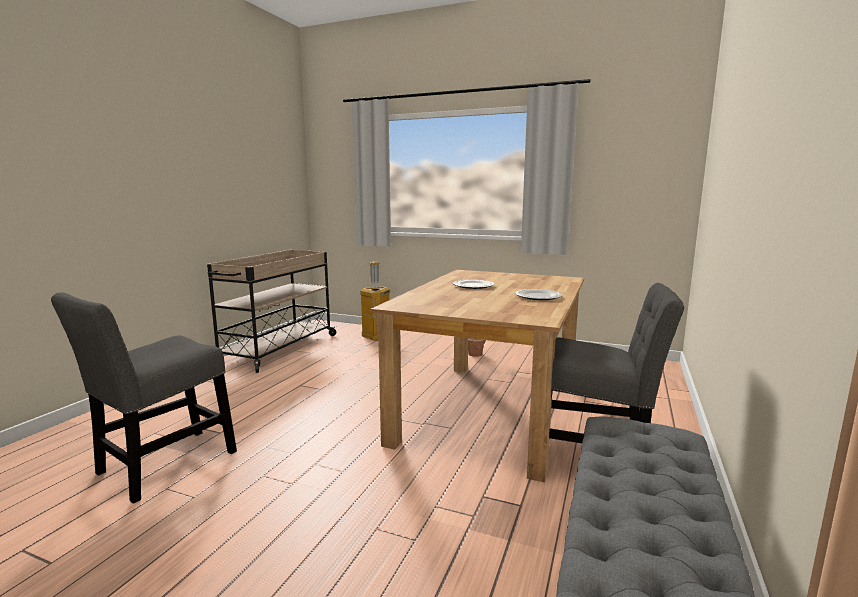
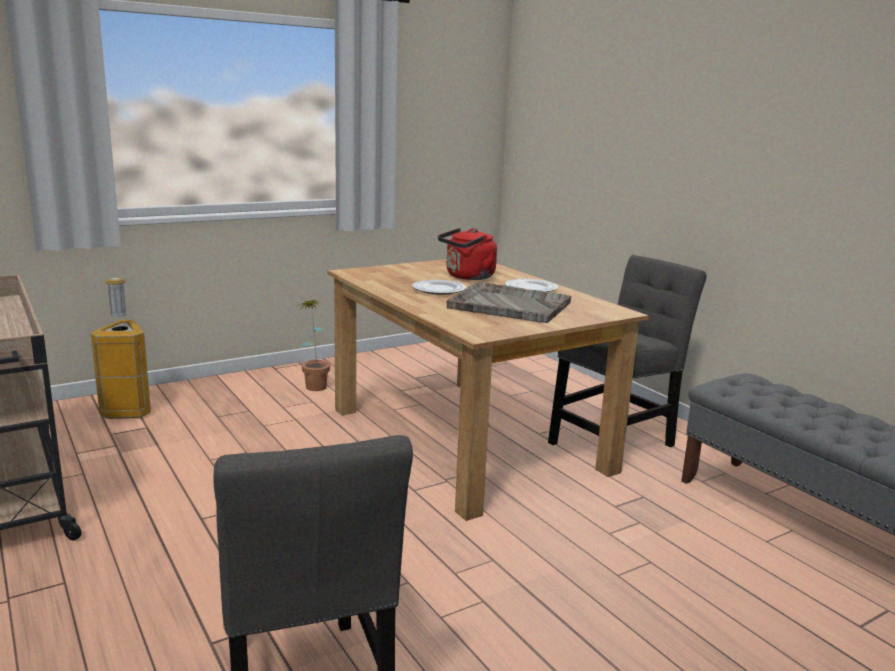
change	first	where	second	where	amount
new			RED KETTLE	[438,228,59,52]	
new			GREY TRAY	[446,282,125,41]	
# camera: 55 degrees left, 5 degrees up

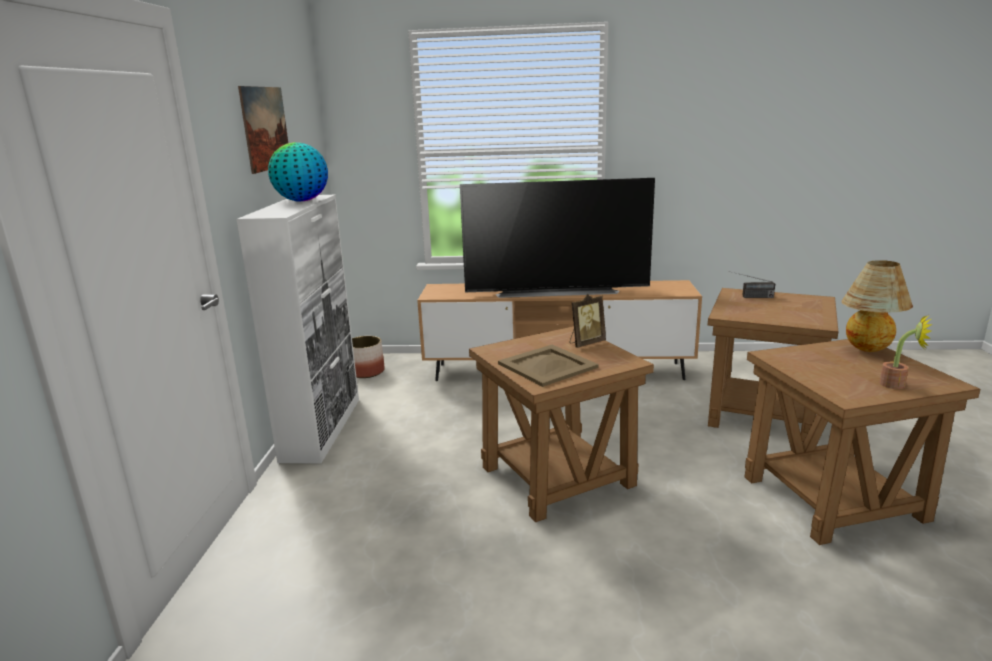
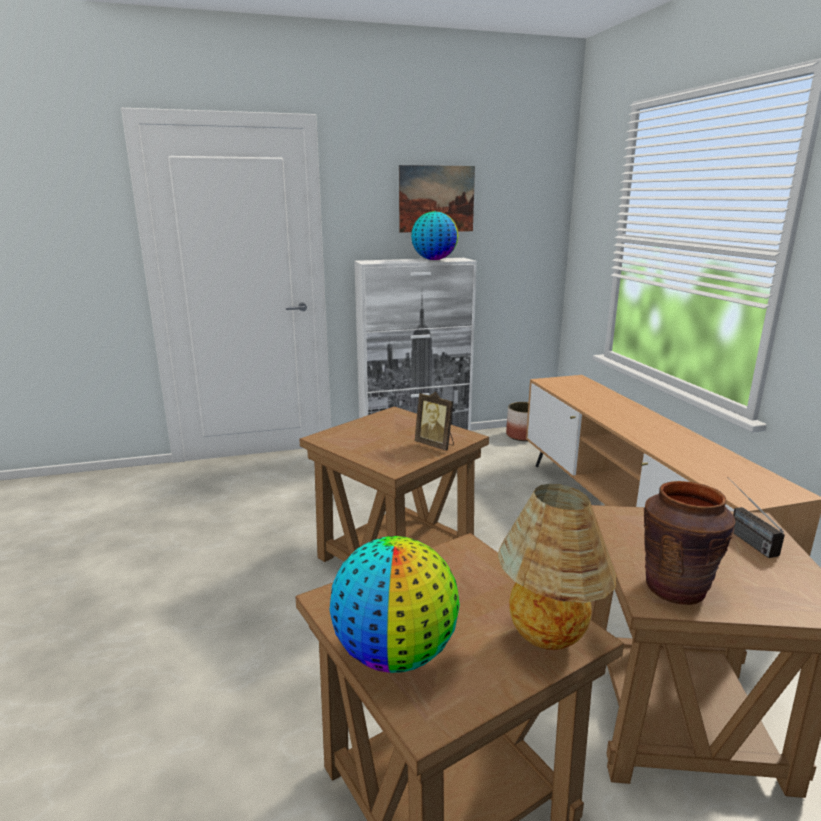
change	first	where	second	where	amount
gone	TELEVISION	[460,178,195,120]			
swapped	POTTED PLANT	[879,315,54,74]	GLOBE	[329,536,131,137]	
gone	BEIGE TRAY	[498,345,101,42]			
new			BROWN VASE	[644,481,92,124]	
# camera: 70 degrees right, 0 degrees up

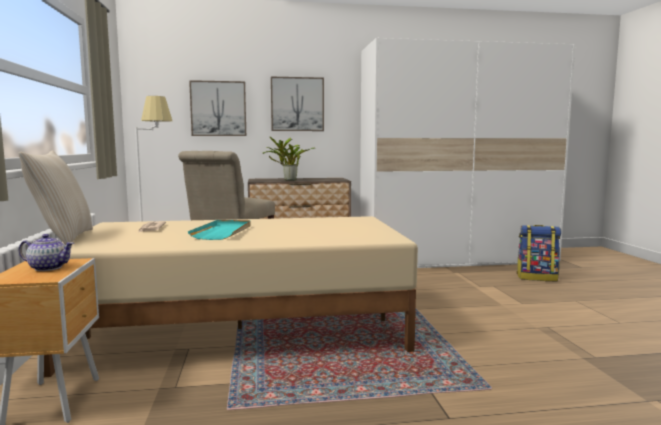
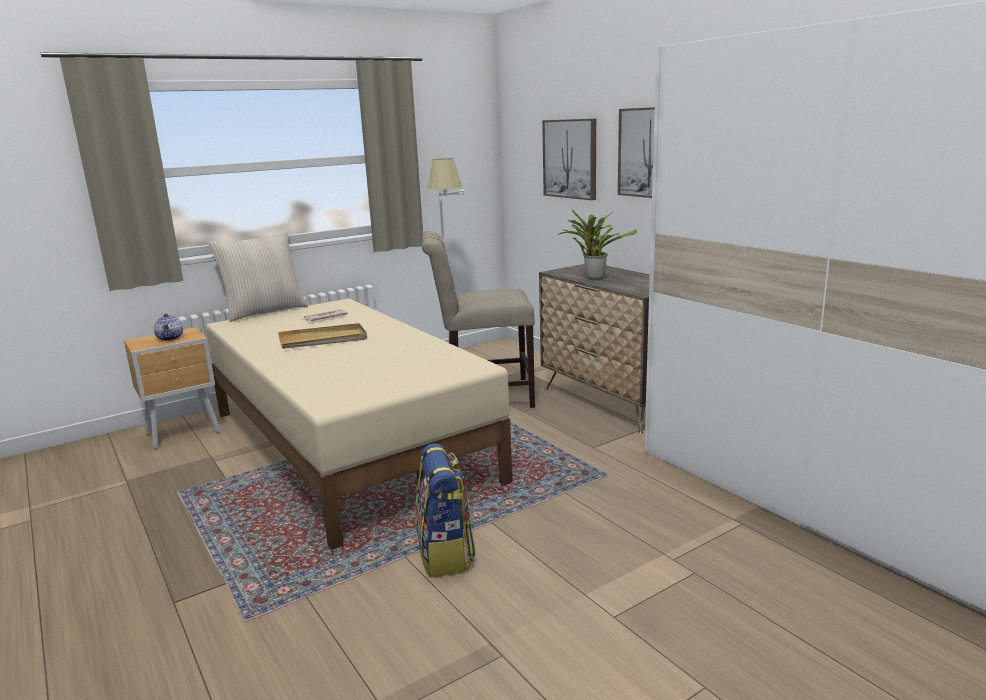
change	first	where	second	where	amount
repainted	TURQUOISE TRAY	[187,220,64,20]	BEIGE TRAY	[278,323,89,26]	
shifted	BACKPACK	[517,225,44,56]		[415,443,61,134]	
# camera: 65 degrees right, 10 degrees up

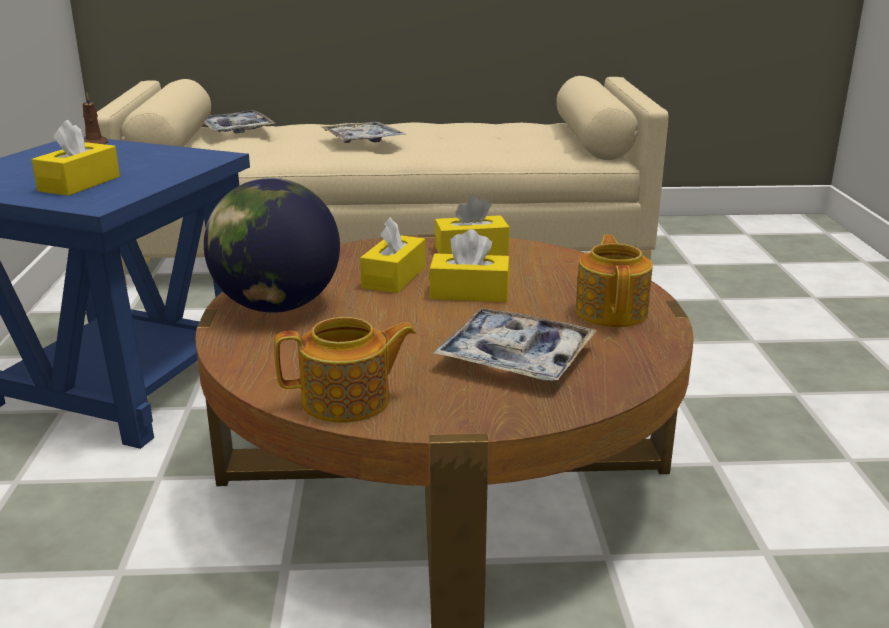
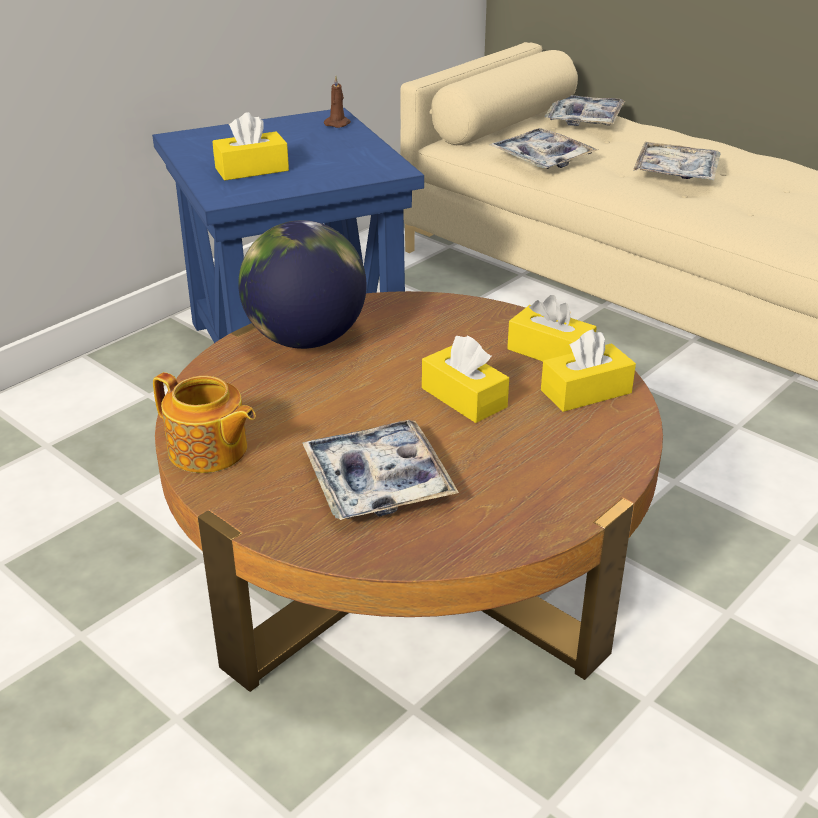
change	first	where	second	where	amount
shifted	YELLOW TISSUE BOX	[360,217,65,76]		[541,329,95,83]	
gone	TEAPOT	[575,235,78,92]			
new			TRAY	[490,128,108,41]	
# camera: 45 degrees right, 10 degrees up

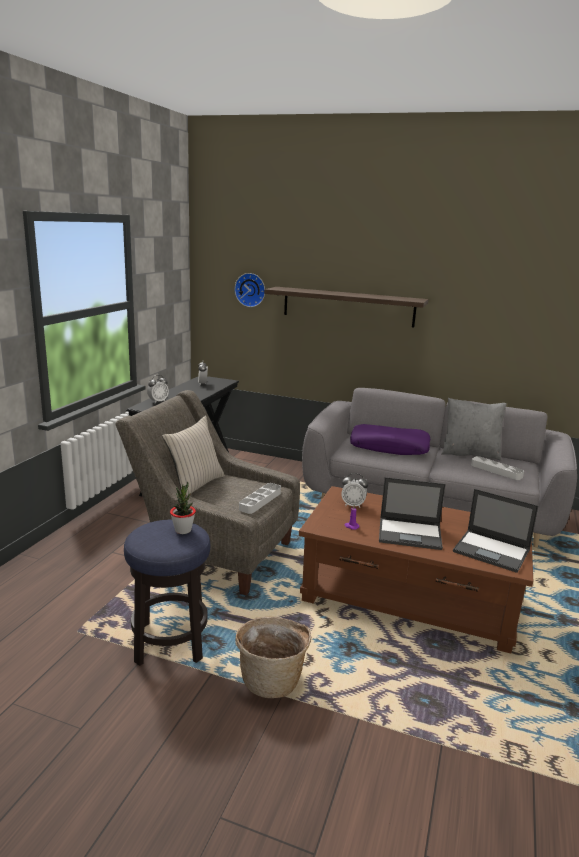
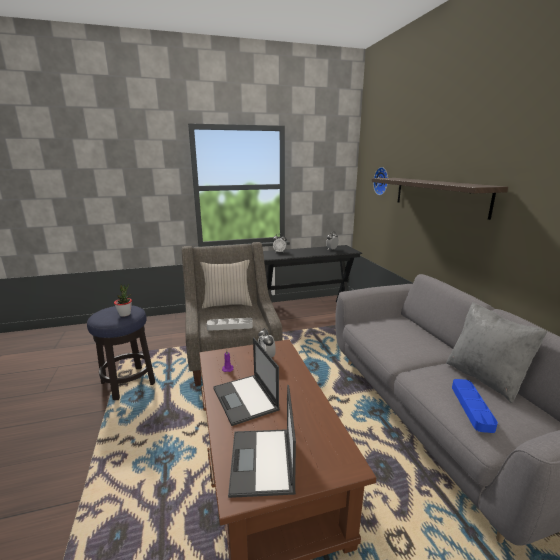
change	first	where	second	where	amount
gone	PURPLE PILLOW	[350,424,80,31]			
repainted	GREY TRAY	[471,456,53,24]	BLUE TRAY	[452,379,46,54]	
gone	BASKET	[235,617,76,81]			
# camera: 55 degrees right, 0 degrees up

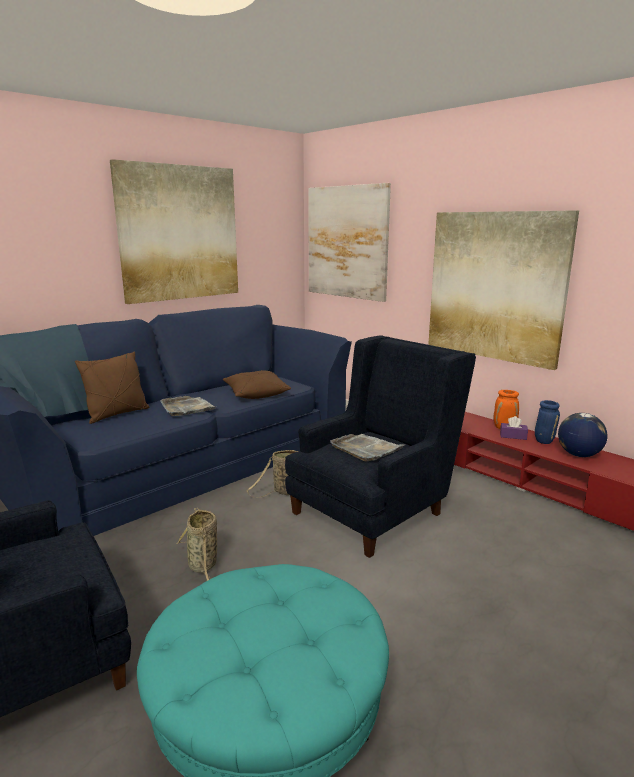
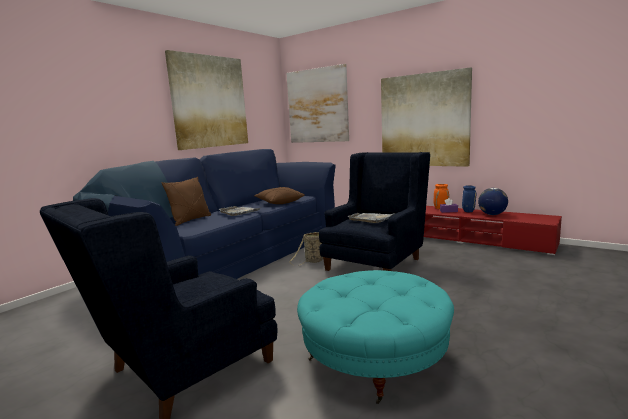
change	first	where	second	where	amount
gone	BASKET	[176,508,41,73]			
# camera: 10 degrees left, 5 degrees down

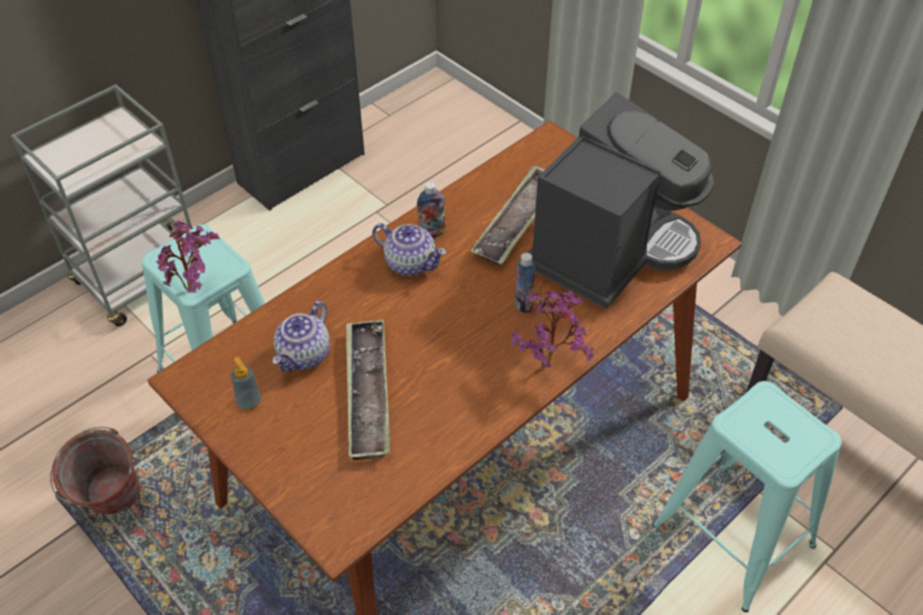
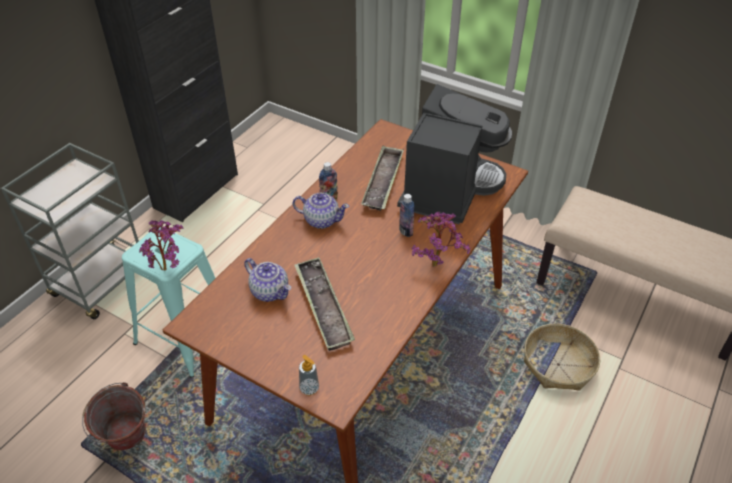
change	first	where	second	where	amount
rotated	TEAPOT	[272,301,58,71]		[244,258,47,44]	60 degrees counterclockwise
shifted	SOAP DISPENSER	[231,357,31,53]		[299,355,20,41]	
swapped	TURQUOISE STOOL	[653,381,188,231]	BASKET	[524,324,76,67]	
# camera: 15 degrees left, 5 degrees down

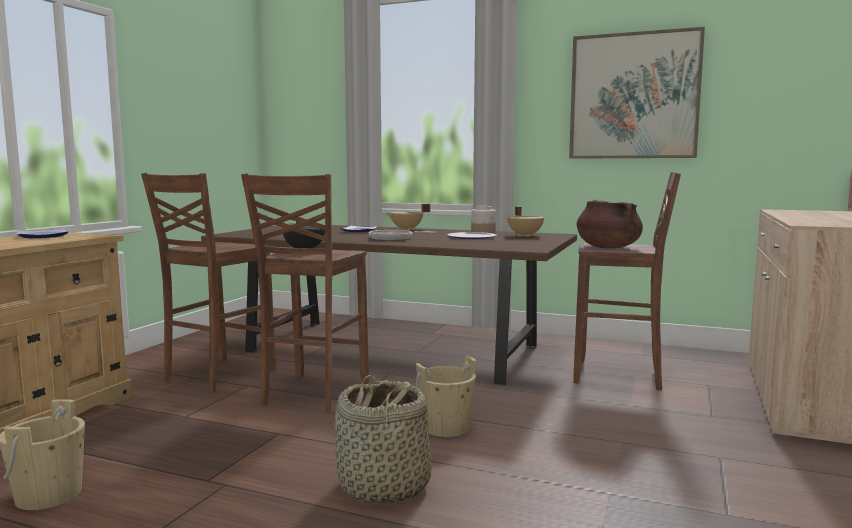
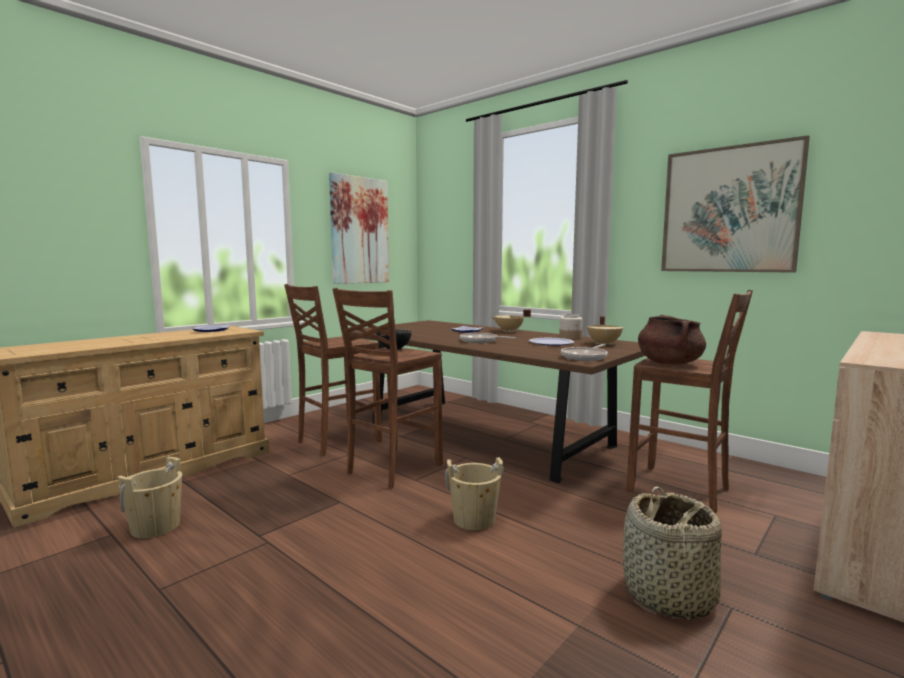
change	first	where	second	where	amount
shifted	BASKET	[335,375,96,129]		[623,486,99,134]	
new			PICTURE	[329,172,60,112]	
new			FRYING PAN	[561,344,47,17]	
# camera: 20 degrees right, 0 degrees up

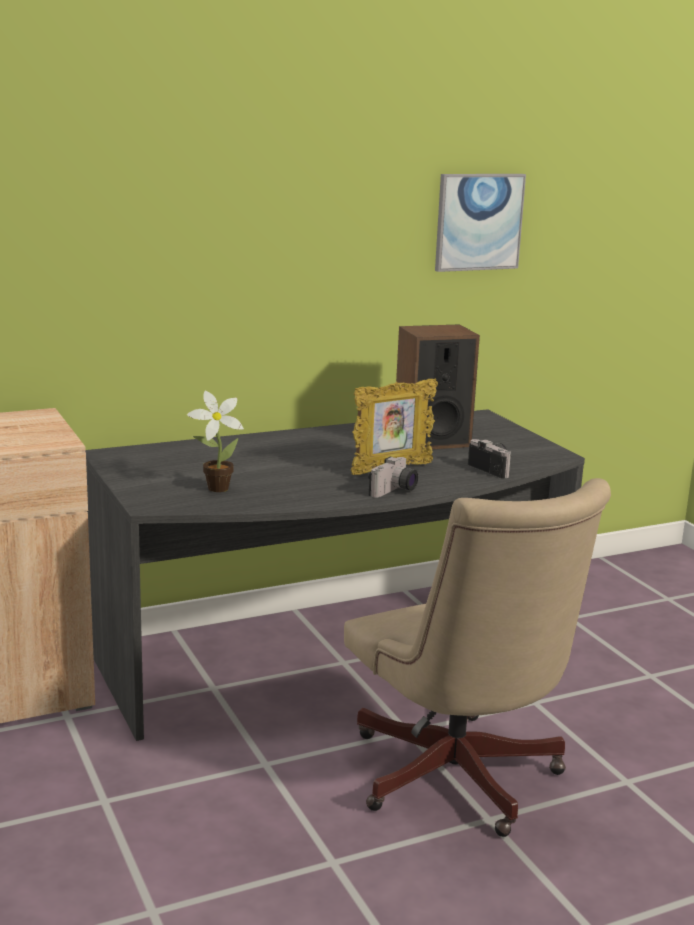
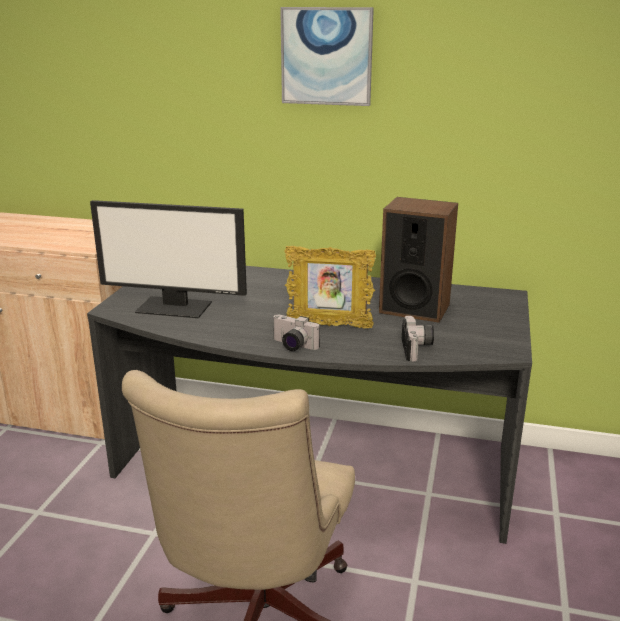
change	first	where	second	where	amount
shifted	PICTURE	[435,174,91,98]		[280,7,94,99]	
swapped	POTTED PLANT	[187,391,57,101]	MONITOR	[90,200,157,118]	
rotated	PHOTO CAMERA	[369,457,49,41]		[273,315,47,36]	45 degrees clockwise
# camera: 40 degrees right, 5 degrees up

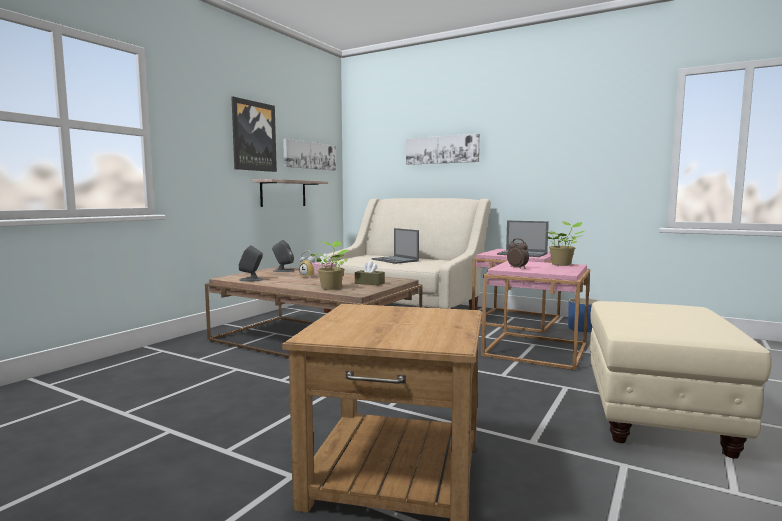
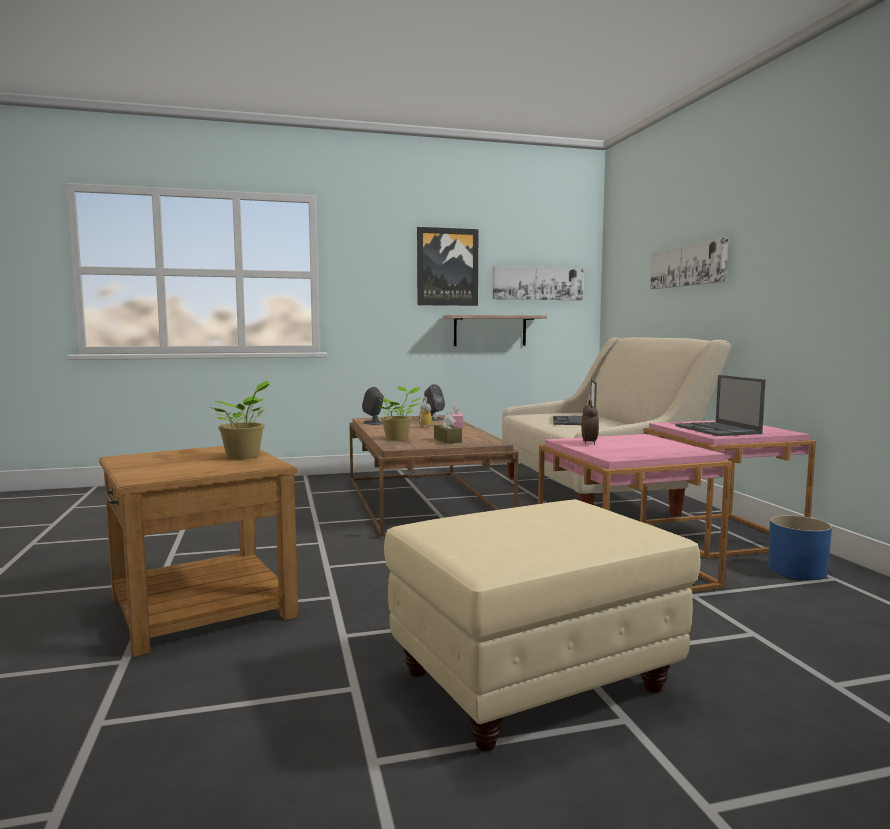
change	first	where	second	where	amount
shifted	POTTED PLANT	[547,221,37,45]		[213,381,56,78]	
# camera: 45 degrees right, 0 degrees up

